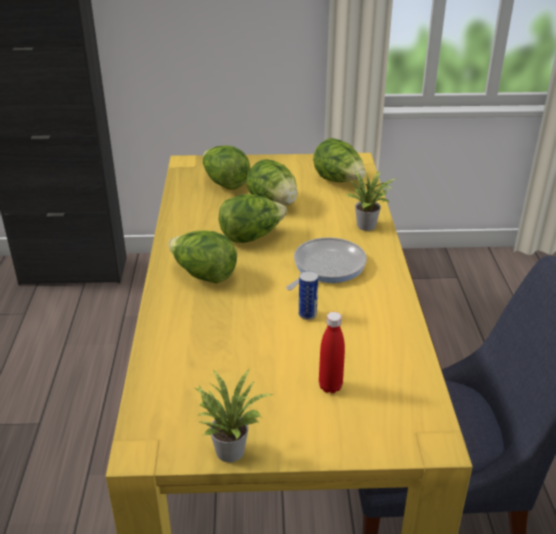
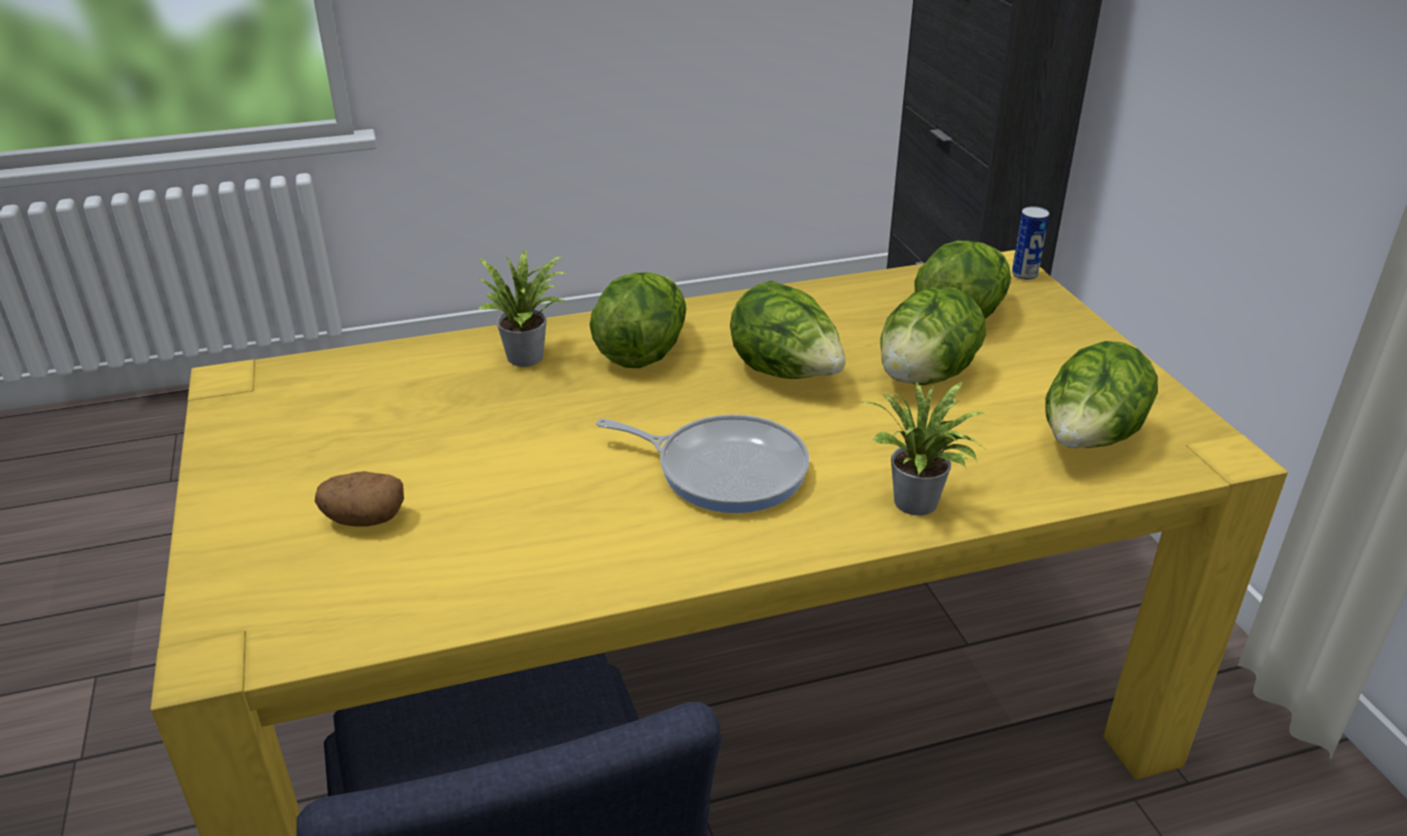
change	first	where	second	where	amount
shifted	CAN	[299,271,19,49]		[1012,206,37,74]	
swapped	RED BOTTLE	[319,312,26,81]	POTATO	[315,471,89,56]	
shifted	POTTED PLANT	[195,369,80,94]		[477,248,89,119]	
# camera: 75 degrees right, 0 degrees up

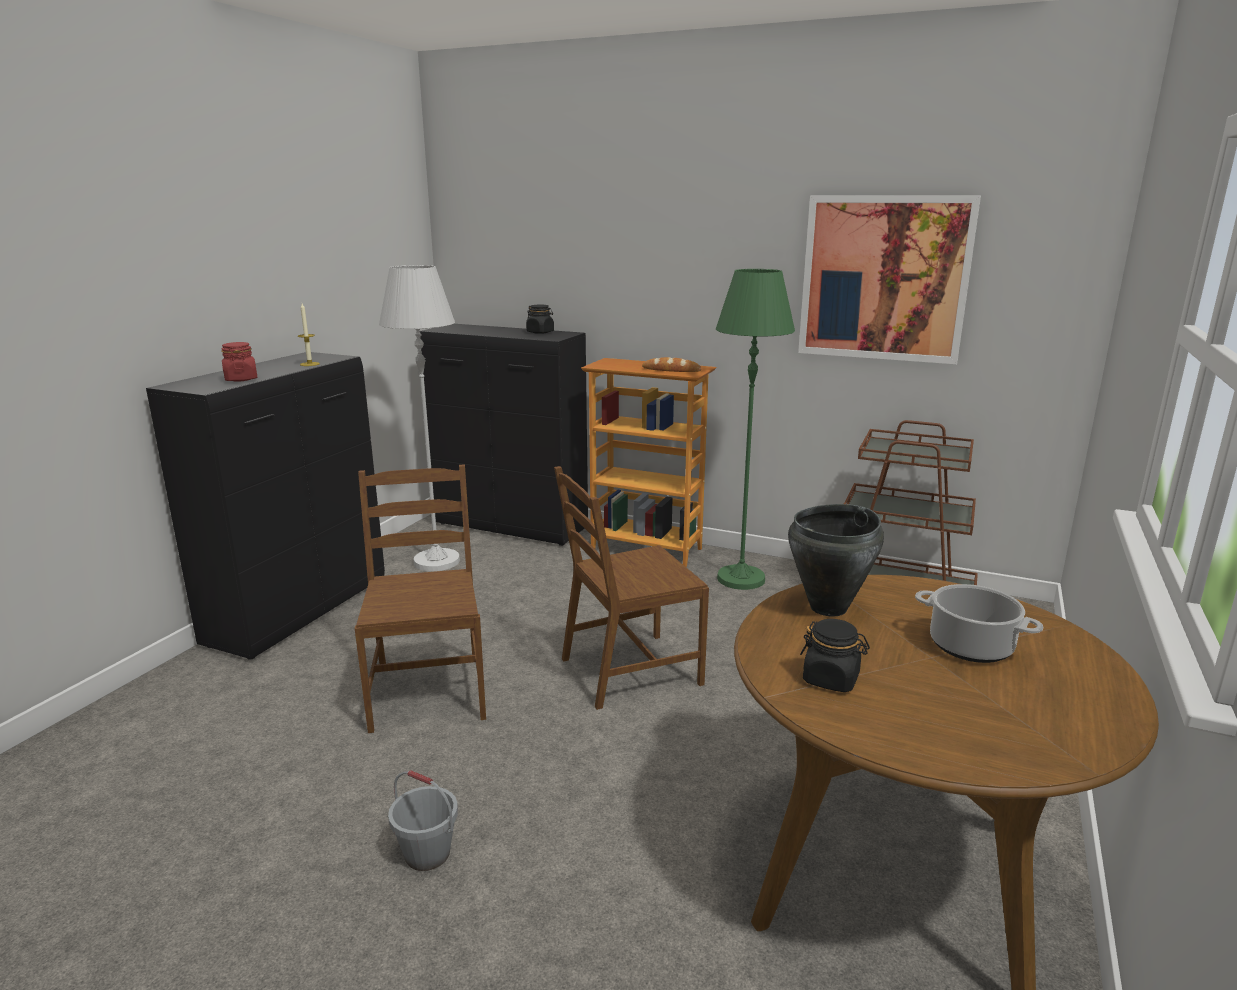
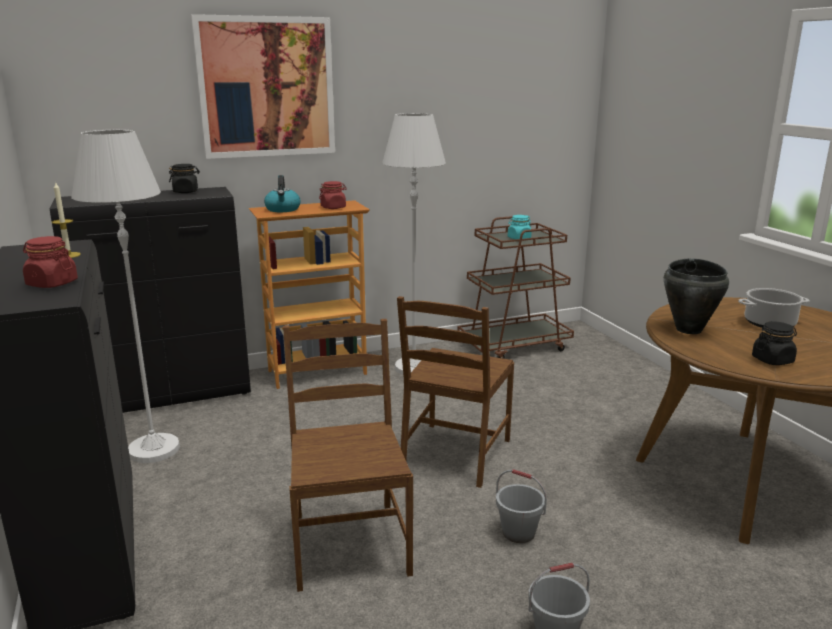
change	first	where	second	where	amount
shifted	PICTURE	[798,195,183,169]		[191,14,144,145]	
repainted	GREEN FLOOR LAMP	[716,269,79,321]	WHITE FLOOR LAMP	[382,113,64,262]	
swapped	BREAD	[642,357,60,15]	RED JAR	[319,181,28,28]	
rotated	BROWN CHAIR	[355,464,131,269]		[283,319,130,273]	45 degrees clockwise
new			KETTLE	[264,175,37,37]	
new			TURQUOISE JAR	[508,215,24,25]	
new			GREY BUCKET	[496,469,51,74]	
# camera: 45 degrees left, 0 degrees up

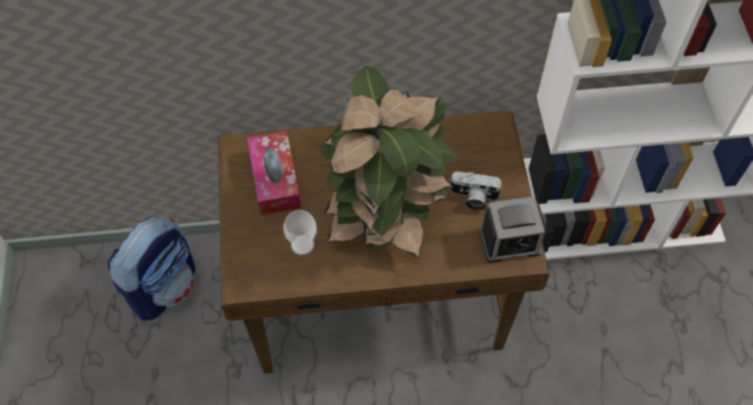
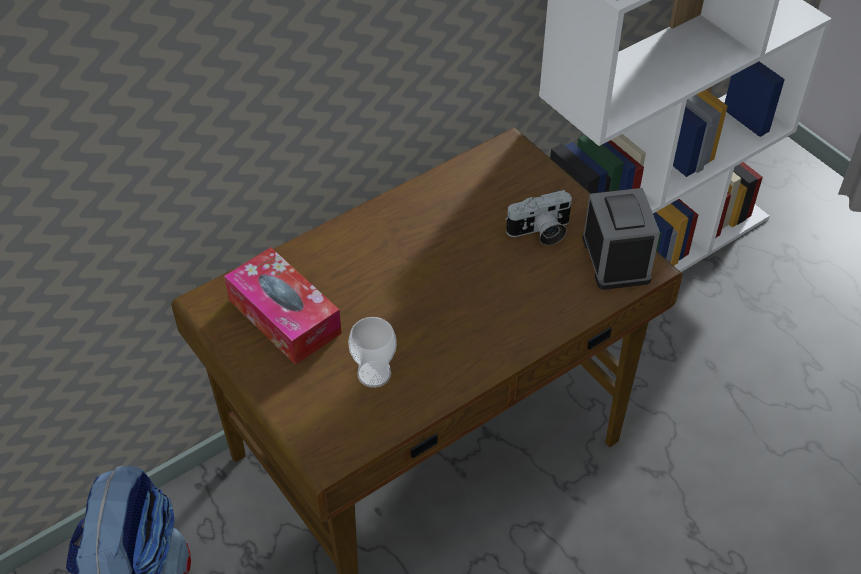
change	first	where	second	where	amount
gone	POTTED PLANT	[320,65,139,194]			
rotated	ALARM CLOCK	[479,196,67,67]		[582,188,78,102]	60 degrees counterclockwise
# camera: 30 degrees left, 10 degrees down

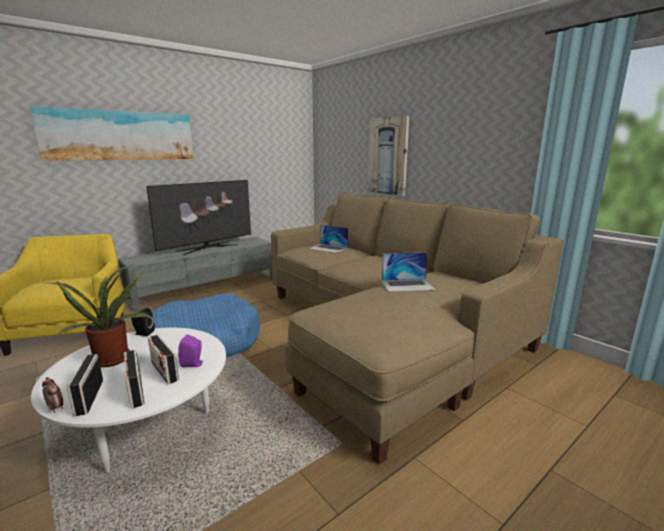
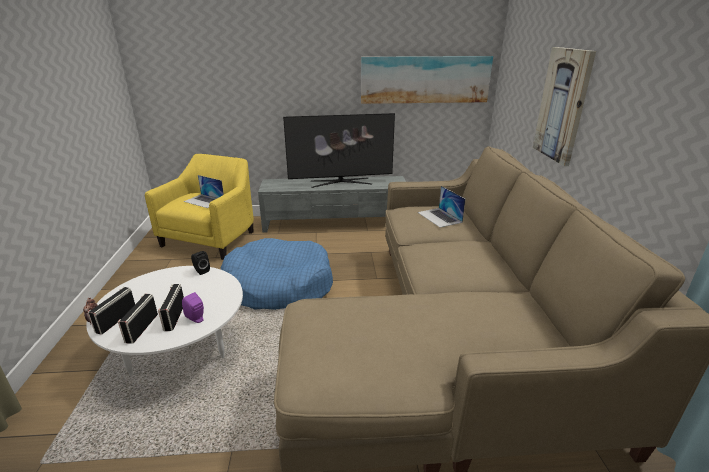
change	first	where	second	where	amount
shifted	PICTURE	[30,106,164,55]		[361,56,132,48]	
shifted	LAPTOP	[382,252,54,40]		[184,175,40,33]	
gone	POTTED PLANT	[47,264,103,103]			
# camera: 35 degrees right, 10 degrees up

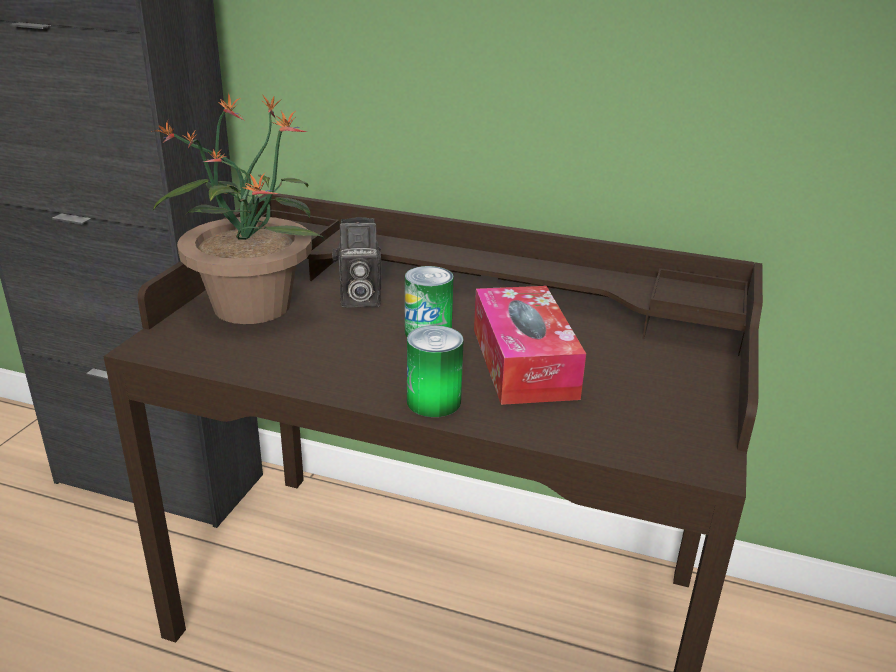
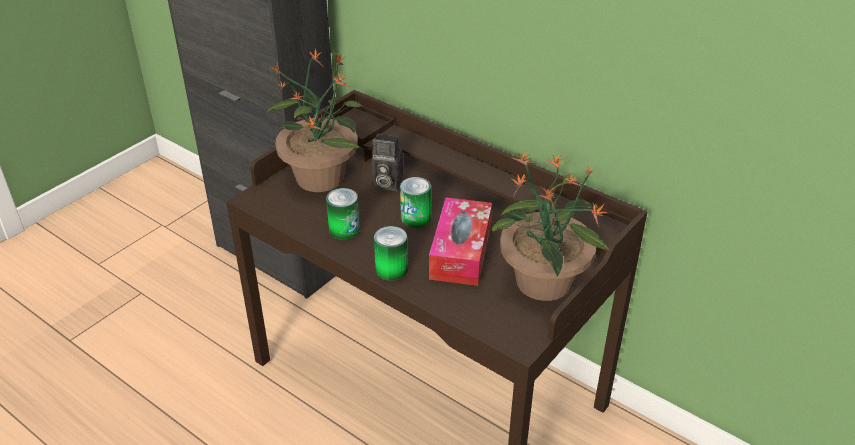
change	first	where	second	where	amount
new			POTTED PLANT	[490,151,120,150]	
new			CAN	[326,188,34,52]	
# camera: 20 degrees right, 10 degrees up

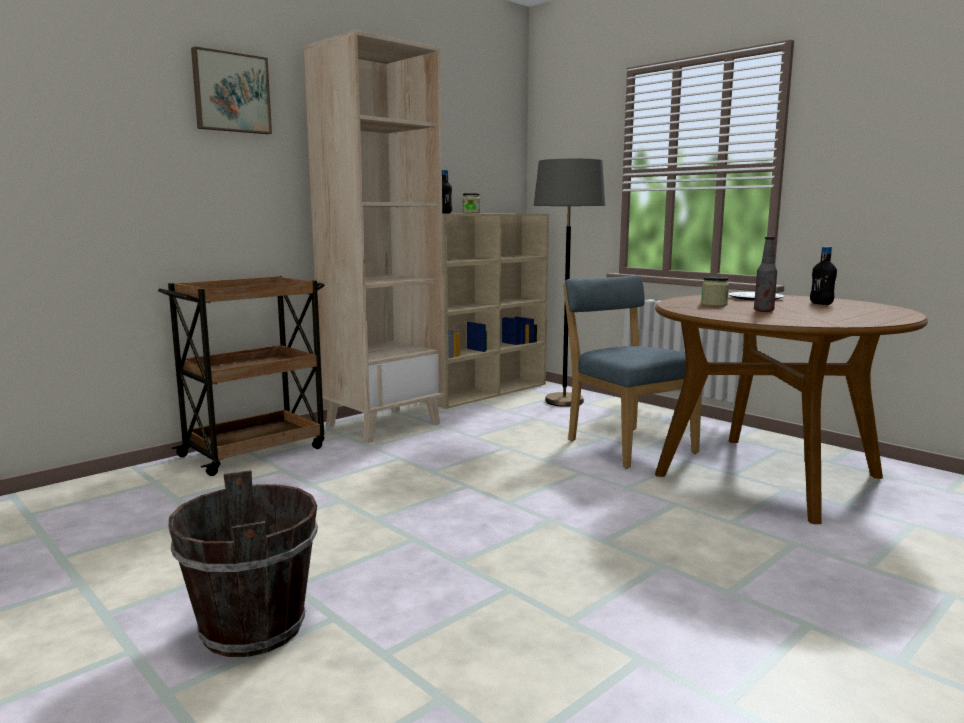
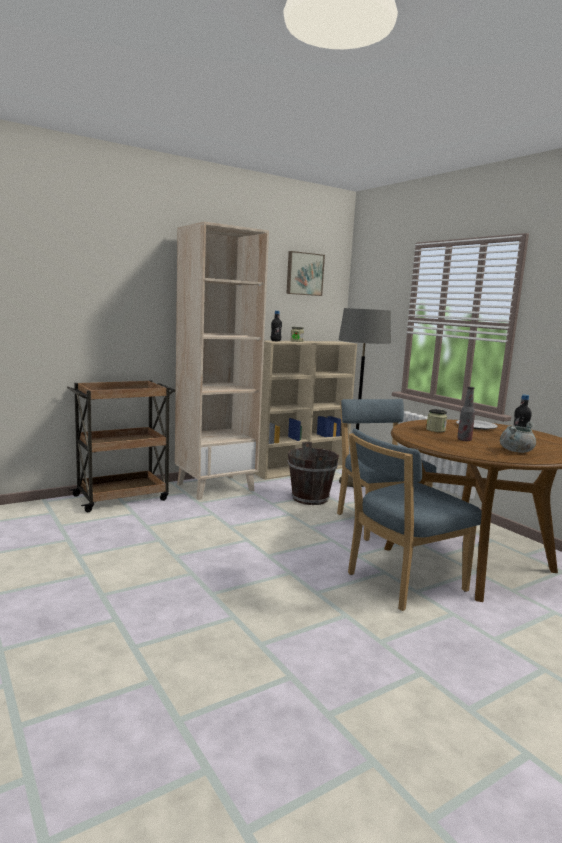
change	first	where	second	where	amount
shifted	PICTURE	[191,46,81,88]		[286,251,39,45]	
shifted	BROWN BUCKET	[169,470,149,187]		[288,442,51,63]	
new			GREY COOKING POT	[500,422,36,31]	
new			BLUE CHAIR	[348,428,134,183]	
# camera: 10 degrees right, 0 degrees up

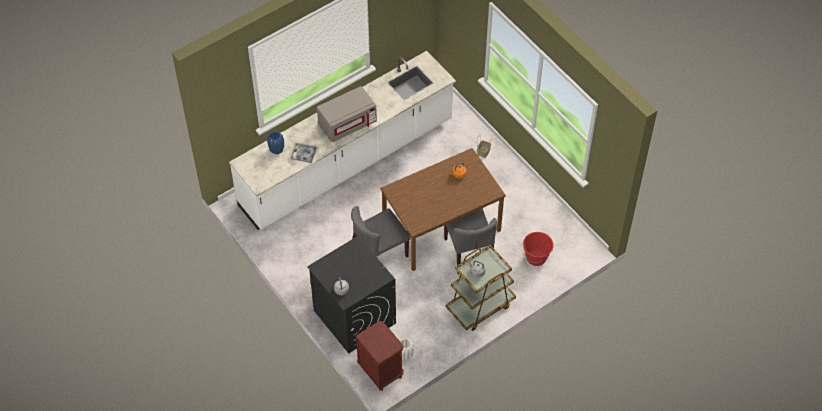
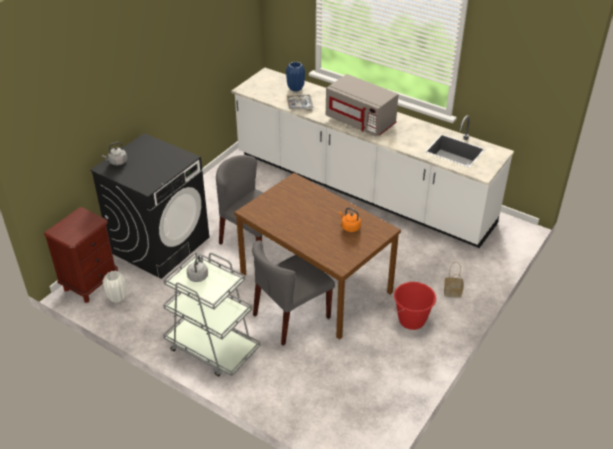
change	first	where	second	where	amount
shifted	RED BUCKET	[523,232,31,34]		[394,282,42,48]	
repainted	BROWN CART	[446,245,70,86]	GREY CART	[163,251,97,125]	
# camera: 70 degrees right, 15 degrees down

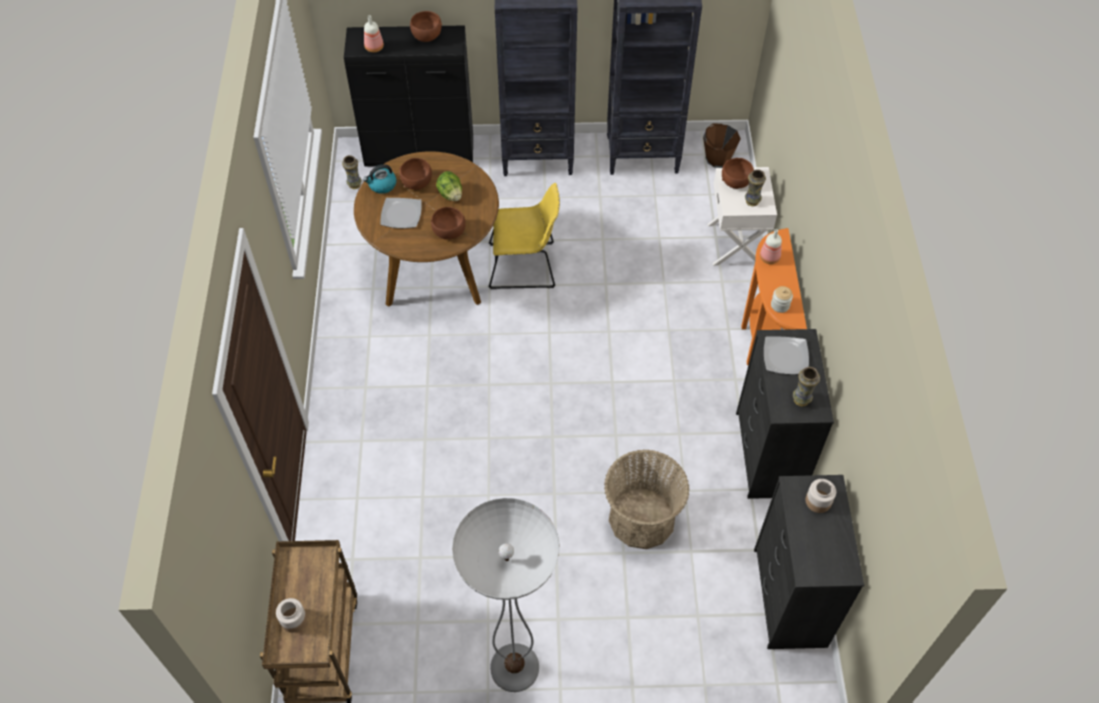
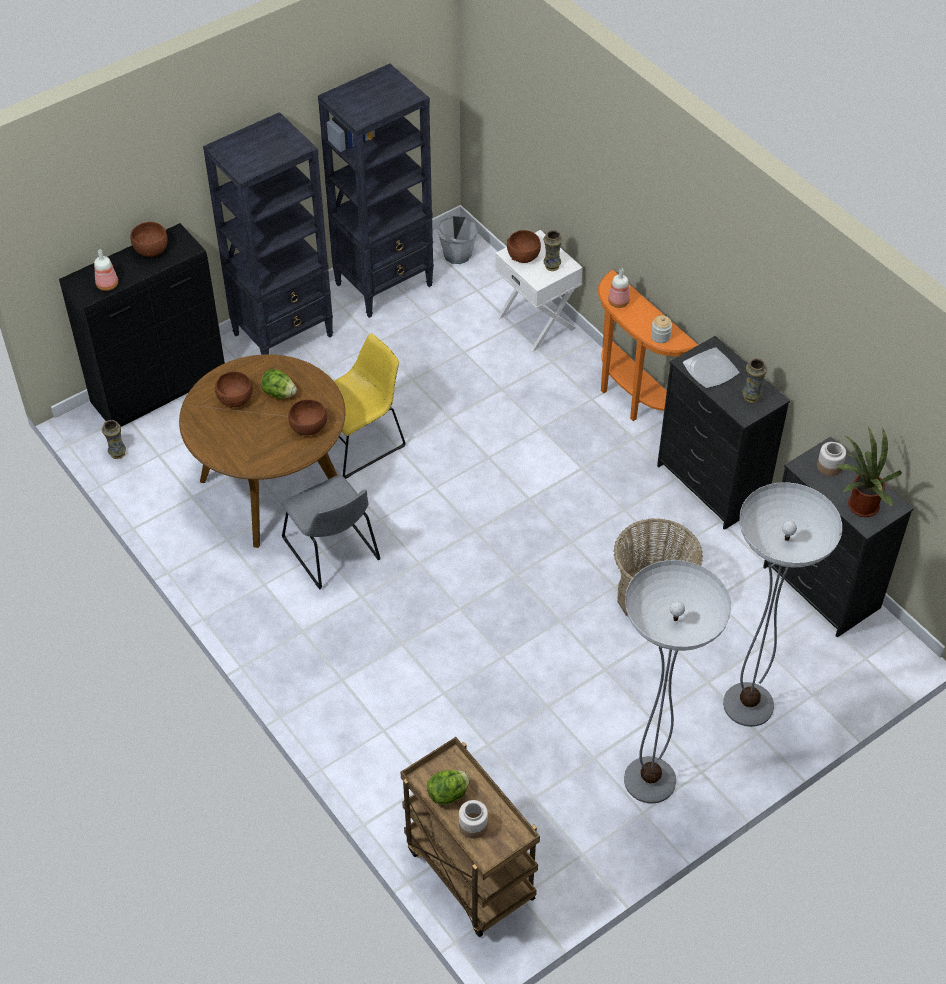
change	first	where	second	where	amount
repainted	BROWN BUCKET	[703,123,38,45]	GREY BUCKET	[437,216,41,48]	
gone	KETTLE	[363,164,33,30]			
gone	PLATE	[380,198,42,30]			
new			POTTED PLANT	[836,427,66,90]	
new			GREY CHAIR	[281,475,100,115]	
new			FLOOR LAMP	[723,482,119,245]	
new			LETTUCE	[427,770,42,34]	
# camera: 35 degrees left, 5 degrees down

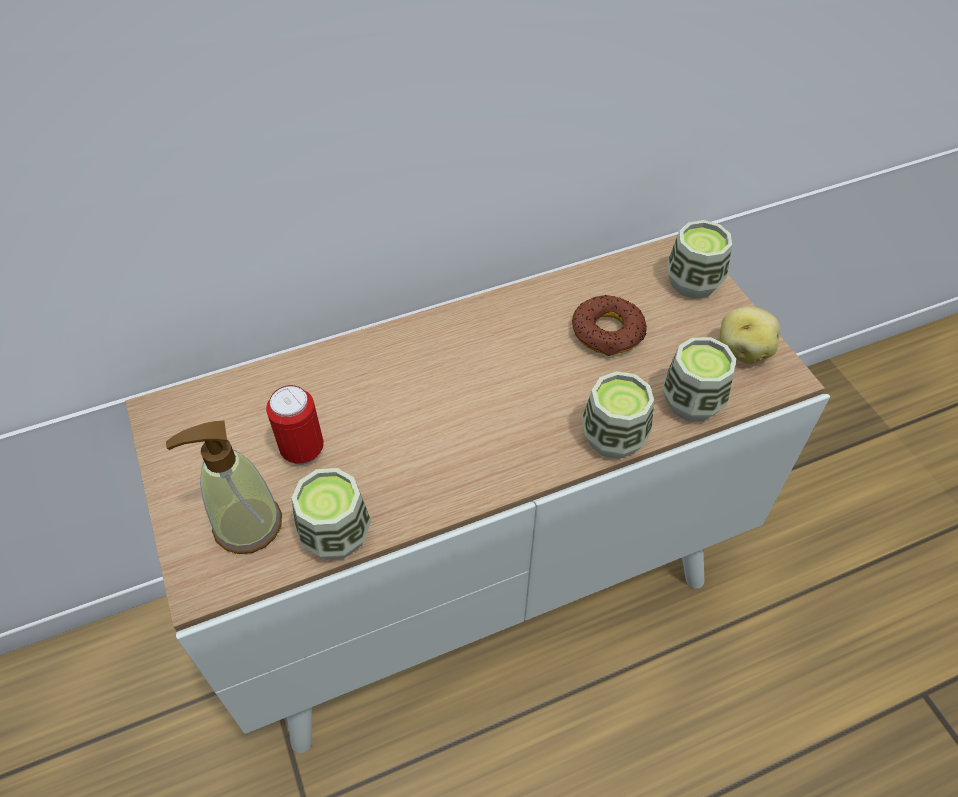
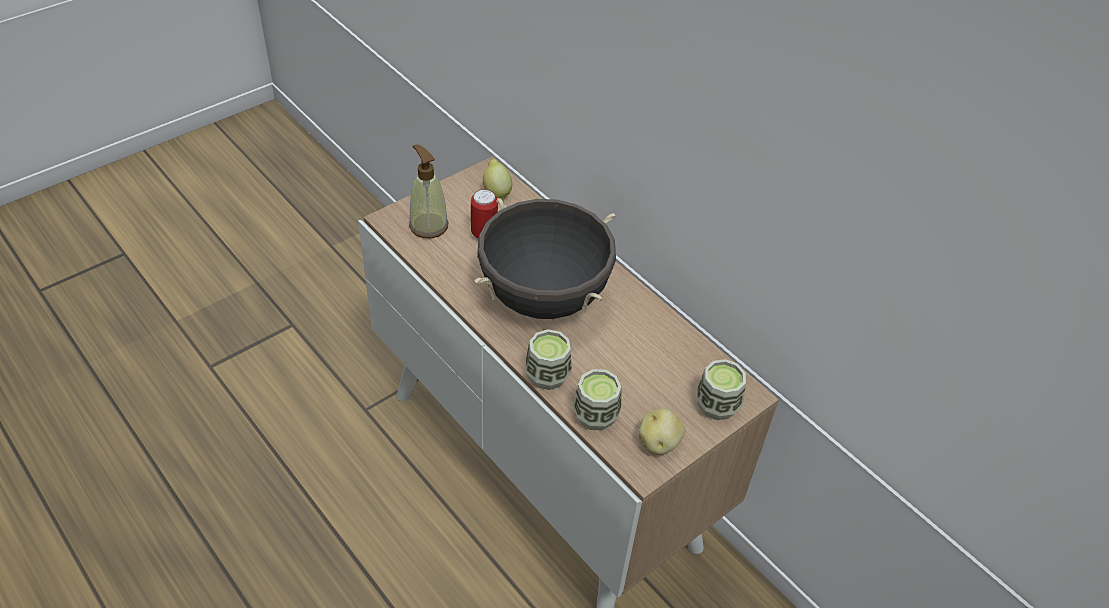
change	first	where	second	where	amount
gone	DONUT	[572,295,75,61]			
gone	CUP	[292,468,79,91]			
new			LEMON	[483,159,29,42]	
new			BLACK COOKING POT	[474,198,142,121]	
# camera: 70 degrees right, 5 degrees down

